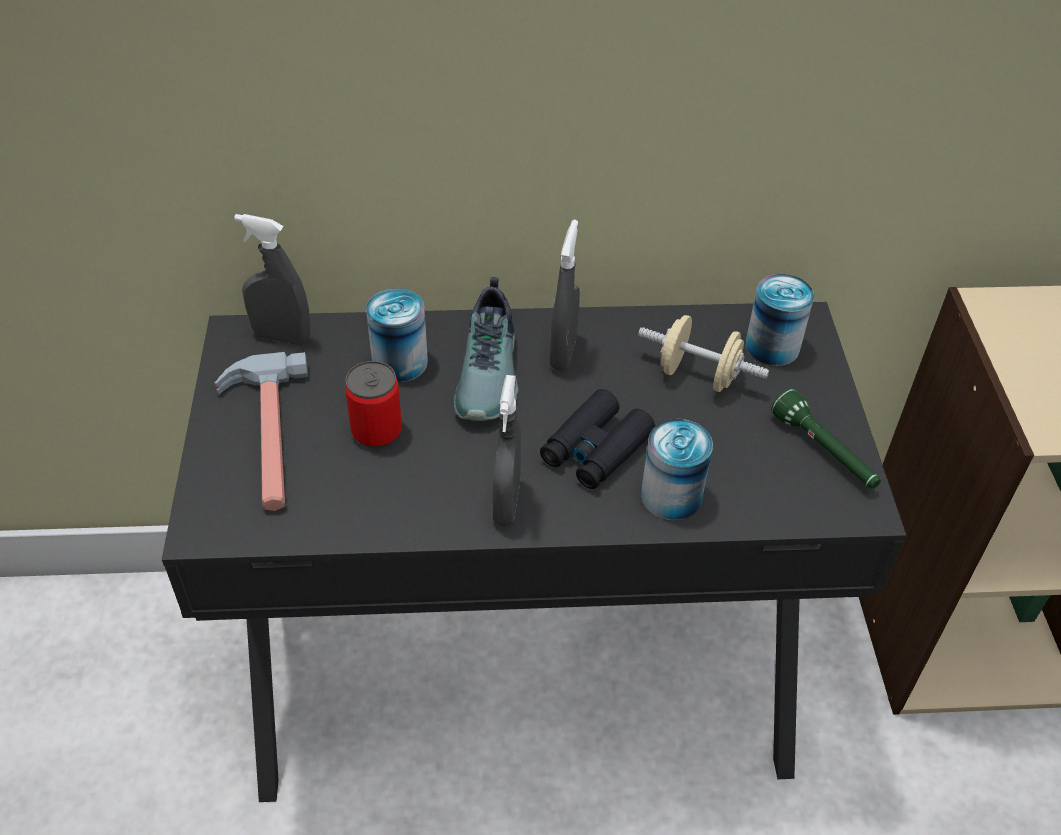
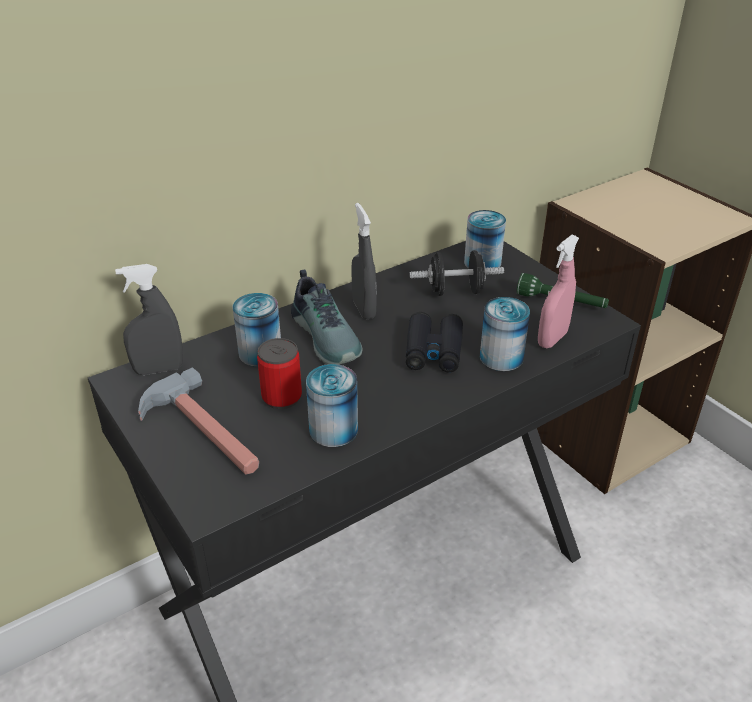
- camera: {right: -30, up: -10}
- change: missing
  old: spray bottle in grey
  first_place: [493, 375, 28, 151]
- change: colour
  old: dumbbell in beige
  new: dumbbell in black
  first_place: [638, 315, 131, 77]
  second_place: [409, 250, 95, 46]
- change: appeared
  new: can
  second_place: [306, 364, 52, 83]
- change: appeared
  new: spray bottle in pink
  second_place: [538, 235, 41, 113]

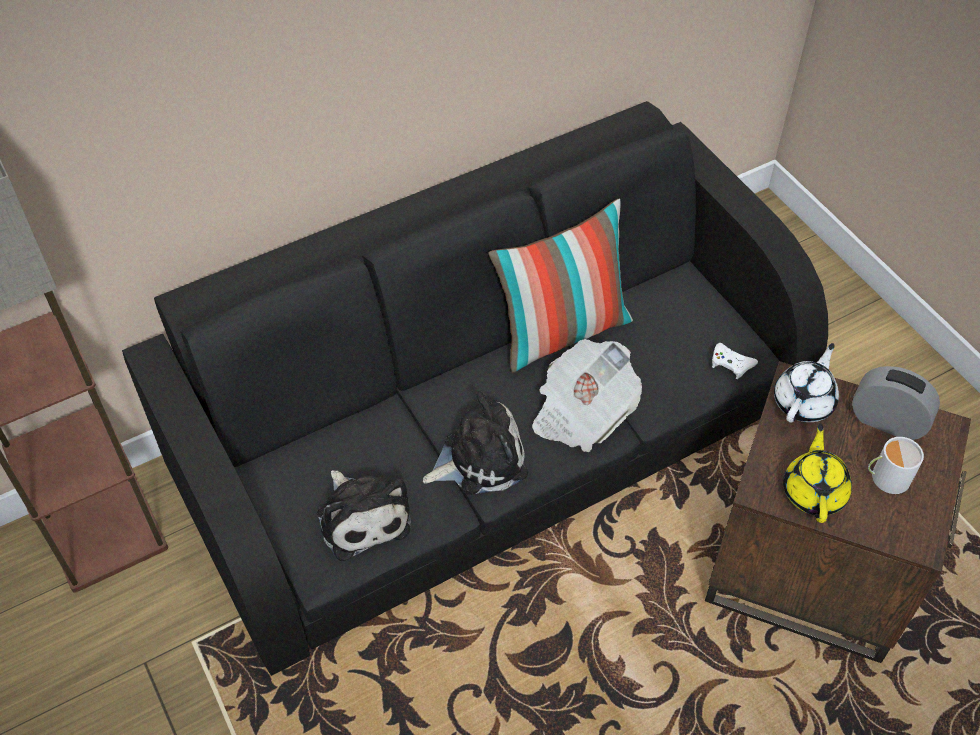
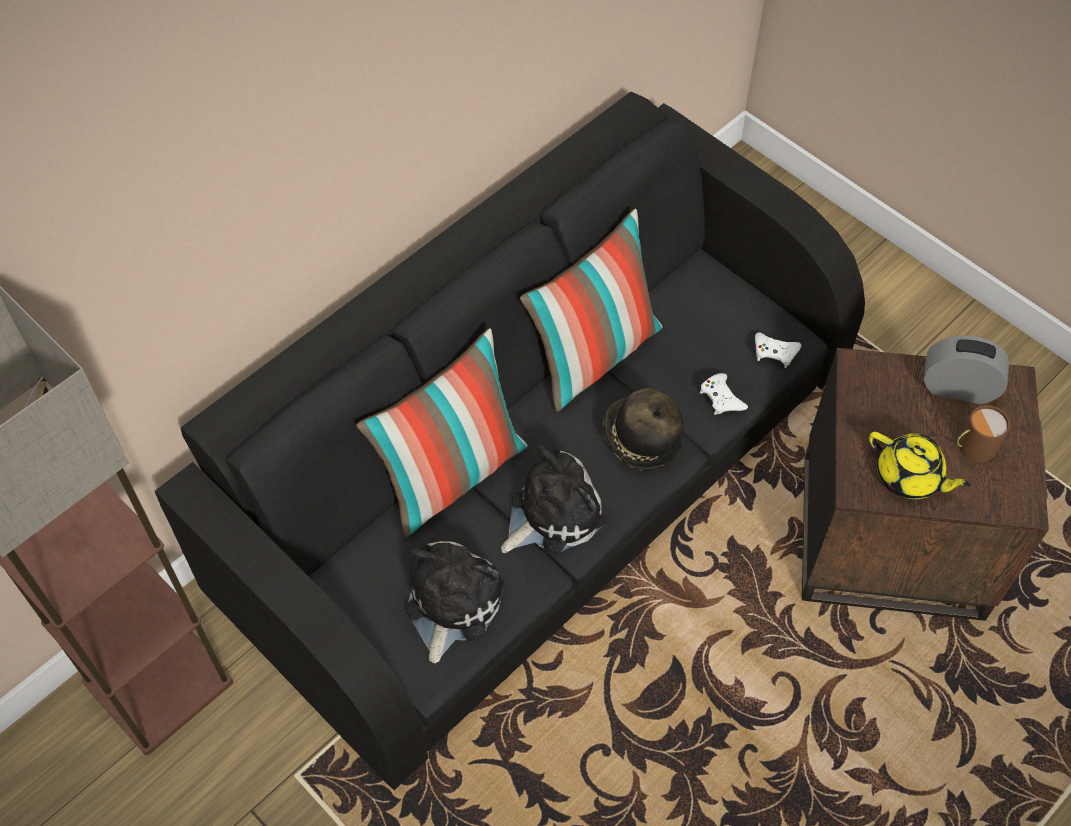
- camera: {right: -15, up: 5}
- change: spun
  old: plush toy
  first_place: [317, 470, 94, 91]
  second_place: [406, 541, 98, 122]
  degrees: -120
- change: exchanged
  old: newspaper
  new: hat
  first_place: [532, 339, 110, 113]
  second_place: [603, 388, 81, 83]
- change: missing
  old: teapot in white
  first_place: [774, 343, 65, 80]
- change: spun
  old: teapot in yellow
  first_place: [783, 423, 69, 100]
  second_place: [869, 432, 102, 67]
  degrees: 135
- change: colour
  old: mug in white
  new: mug in brown
  first_place: [868, 437, 56, 57]
  second_place: [956, 405, 54, 57]
- change: appeared
  new: pillow
  second_place: [356, 328, 172, 209]
- change: appeared
  new: game controller in white
  second_place: [700, 373, 48, 42]

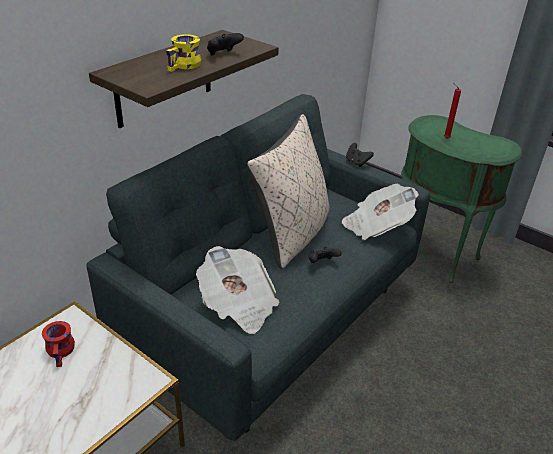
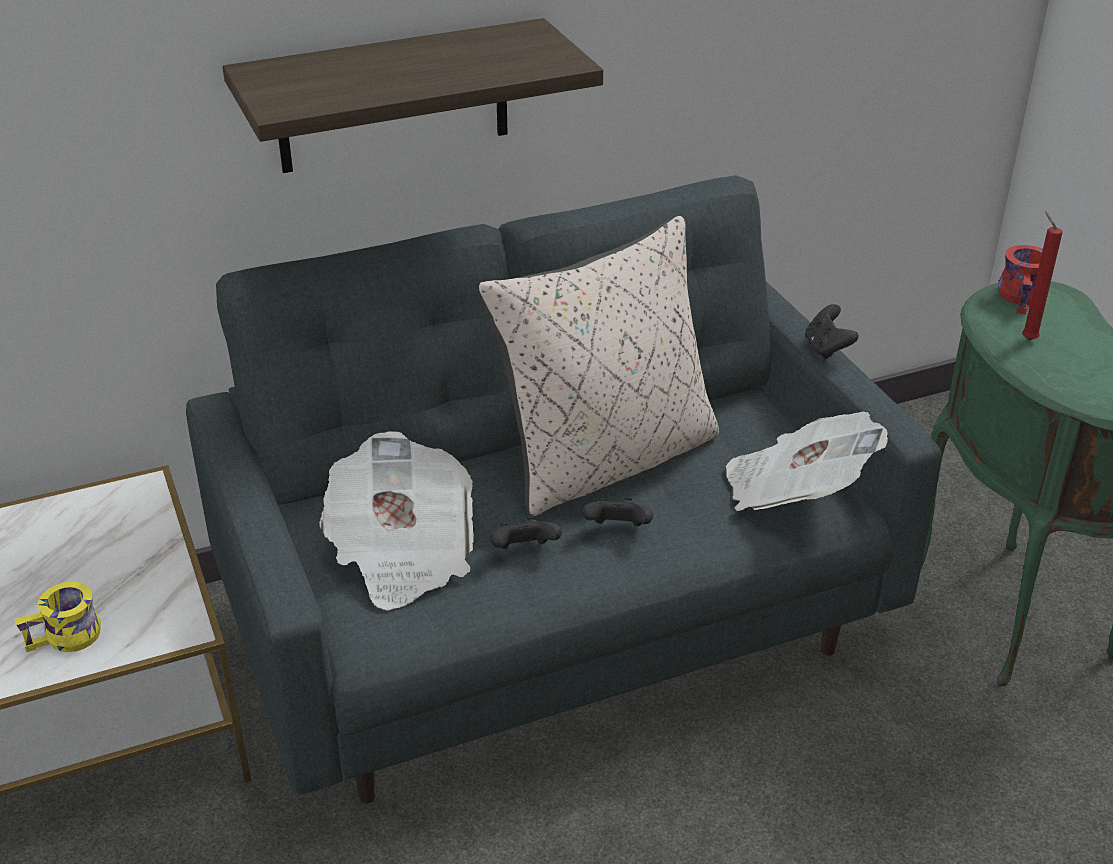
- camera: {right: 30, up: 0}
- change: relocated
  old: mug in red
  first_place: [42, 321, 33, 46]
  second_place: [998, 245, 45, 70]
- change: relocated
  old: mug in yellow
  first_place: [166, 34, 35, 38]
  second_place: [15, 582, 86, 70]
- change: relocated
  old: game controller in black
  first_place: [207, 33, 37, 22]
  second_place: [490, 517, 72, 32]

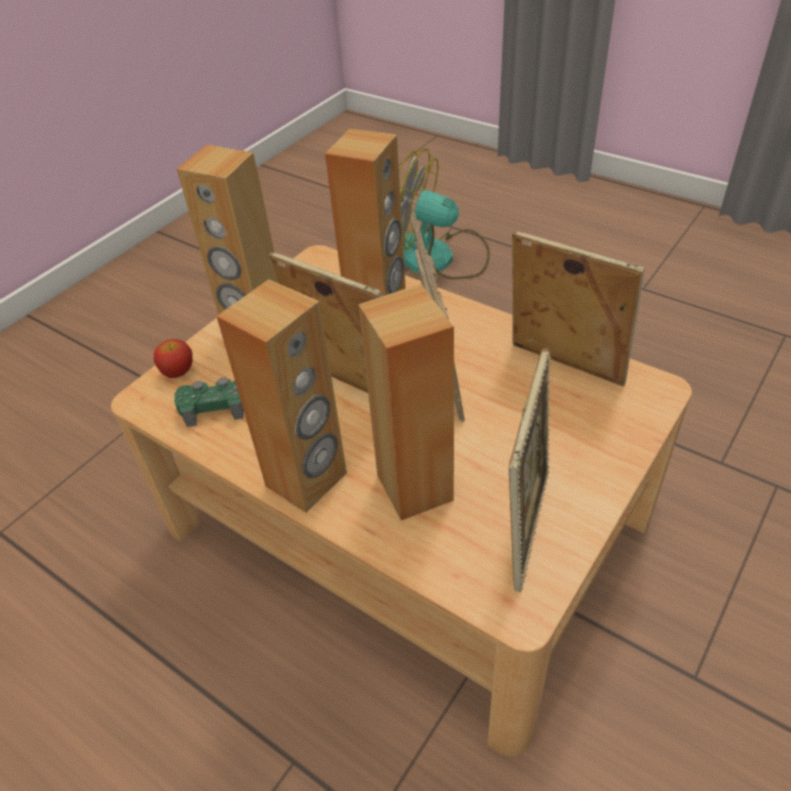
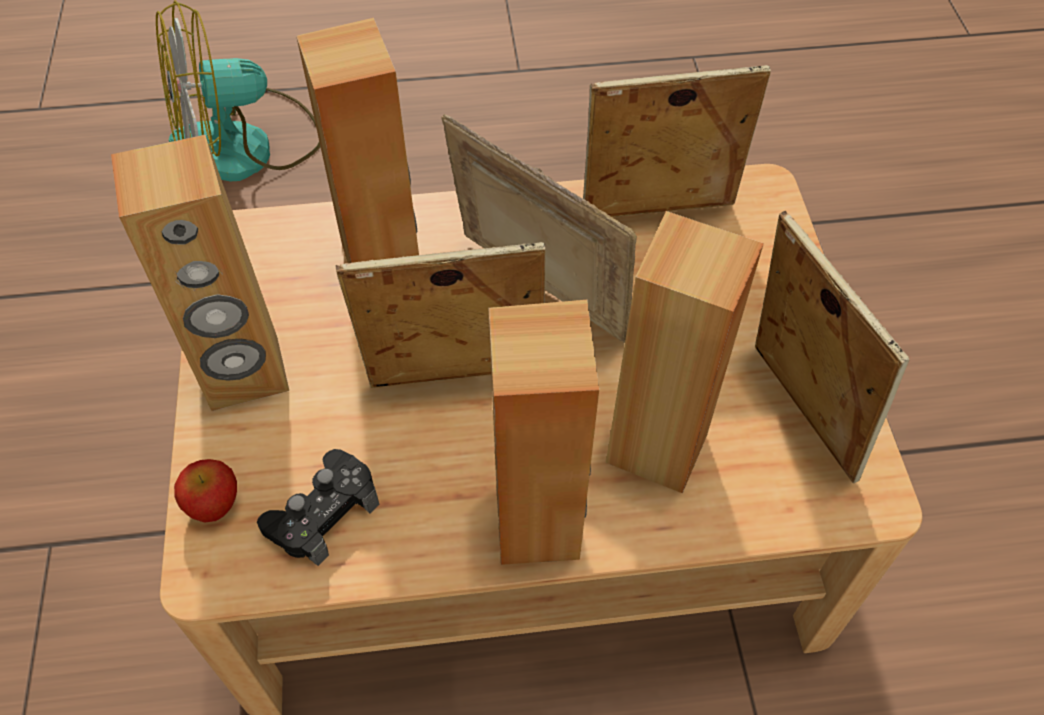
- camera: {right: -45, up: 10}
- change: colour
  old: game controller in green
  new: game controller in black
  first_place: [174, 378, 70, 49]
  second_place: [257, 449, 122, 117]

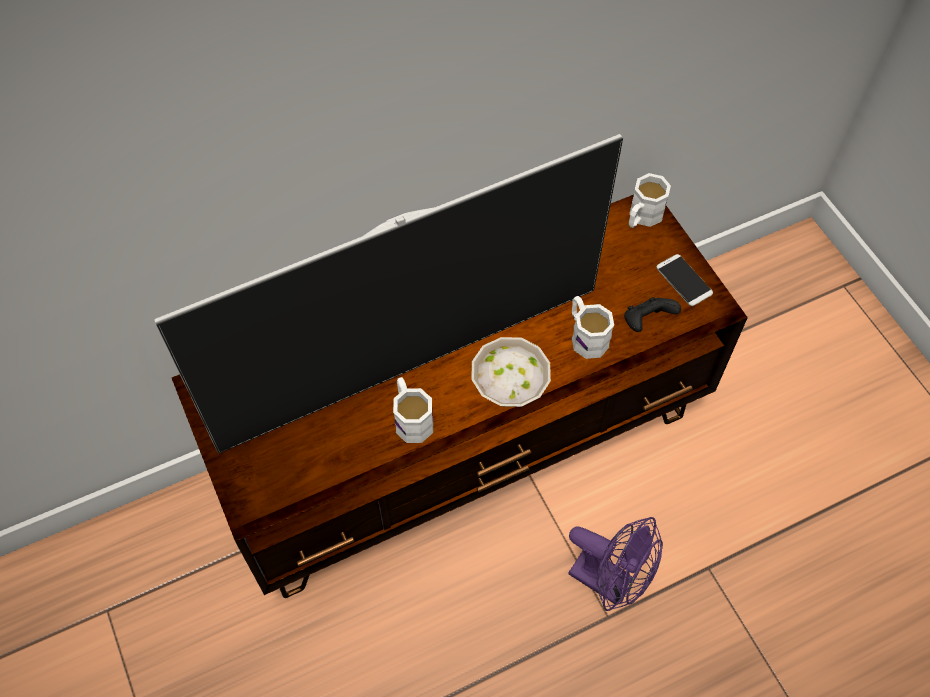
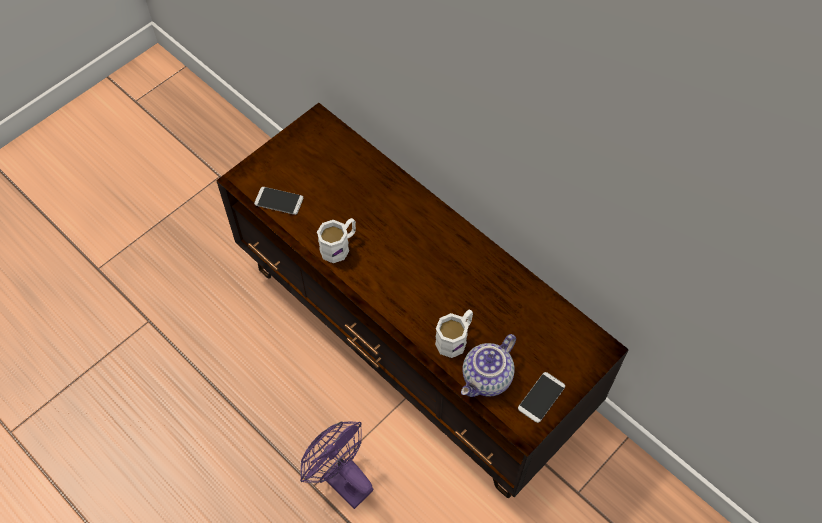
- camera: {right: 70, up: 0}
- change: missing
  old: television
  first_place: [154, 134, 469, 320]
- change: missing
  old: bowl in white
  first_place: [471, 337, 80, 70]
- change: spun
  old: fan in purple
  first_place: [568, 517, 95, 94]
  second_place: [300, 422, 73, 87]
  degrees: 120
- change: exchanged
  old: game controller in black
  new: teapot
  first_place: [624, 297, 57, 35]
  second_place: [461, 334, 55, 63]
- change: missing
  old: mug in white
  first_place: [629, 173, 42, 55]
- change: appeared
  new: phone
  second_place: [254, 187, 49, 28]

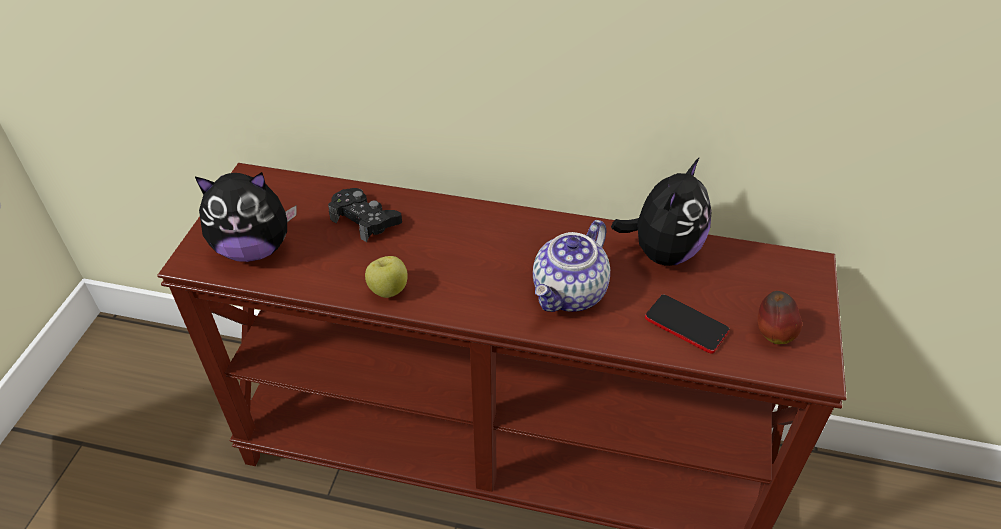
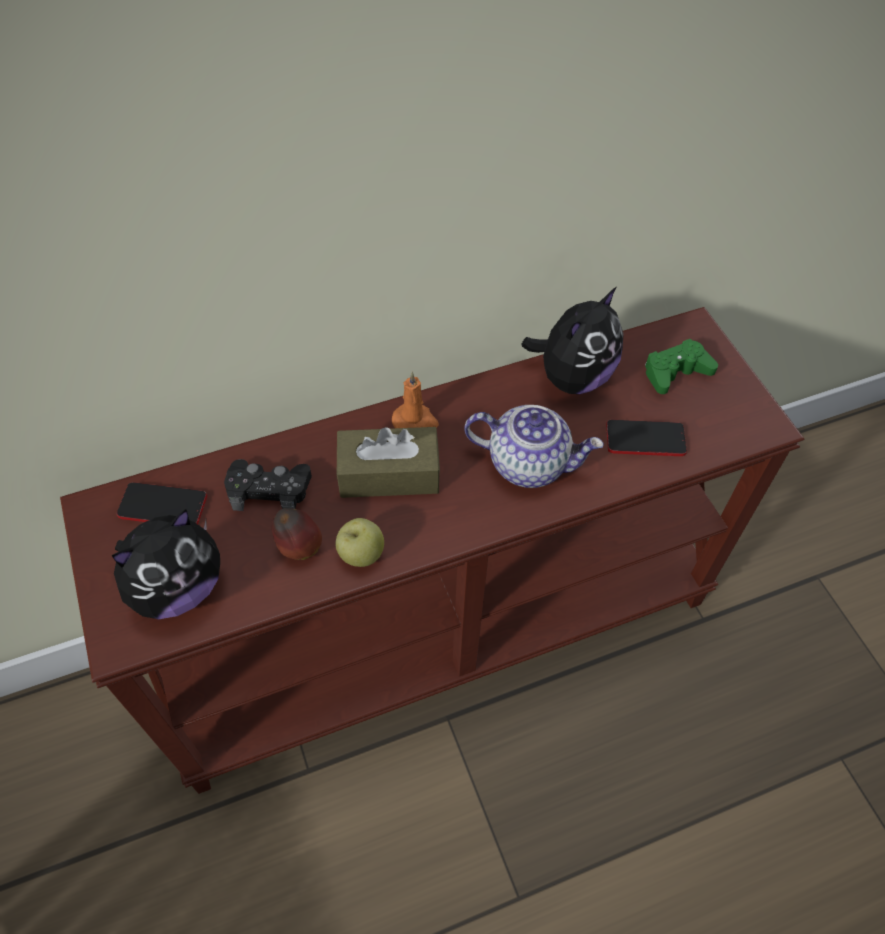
- camera: {right: -35, up: 10}
- change: spun
  old: teapot
  first_place: [533, 220, 77, 92]
  second_place: [464, 405, 140, 83]
  degrees: -75
- change: spun
  old: plush toy
  first_place: [611, 157, 101, 109]
  second_place: [522, 287, 102, 107]
  degrees: 45
- change: relocated
  old: apple
  first_place: [757, 291, 45, 53]
  second_place: [272, 508, 50, 52]
- change: appeared
  new: phone
  second_place: [116, 482, 91, 42]
- change: appeared
  new: tissue box in brown
  second_place: [337, 427, 103, 71]
- change: appeared
  new: candle in orange
  second_place: [392, 372, 47, 56]
- change: appeared
  new: game controller in green
  second_place: [645, 339, 73, 55]

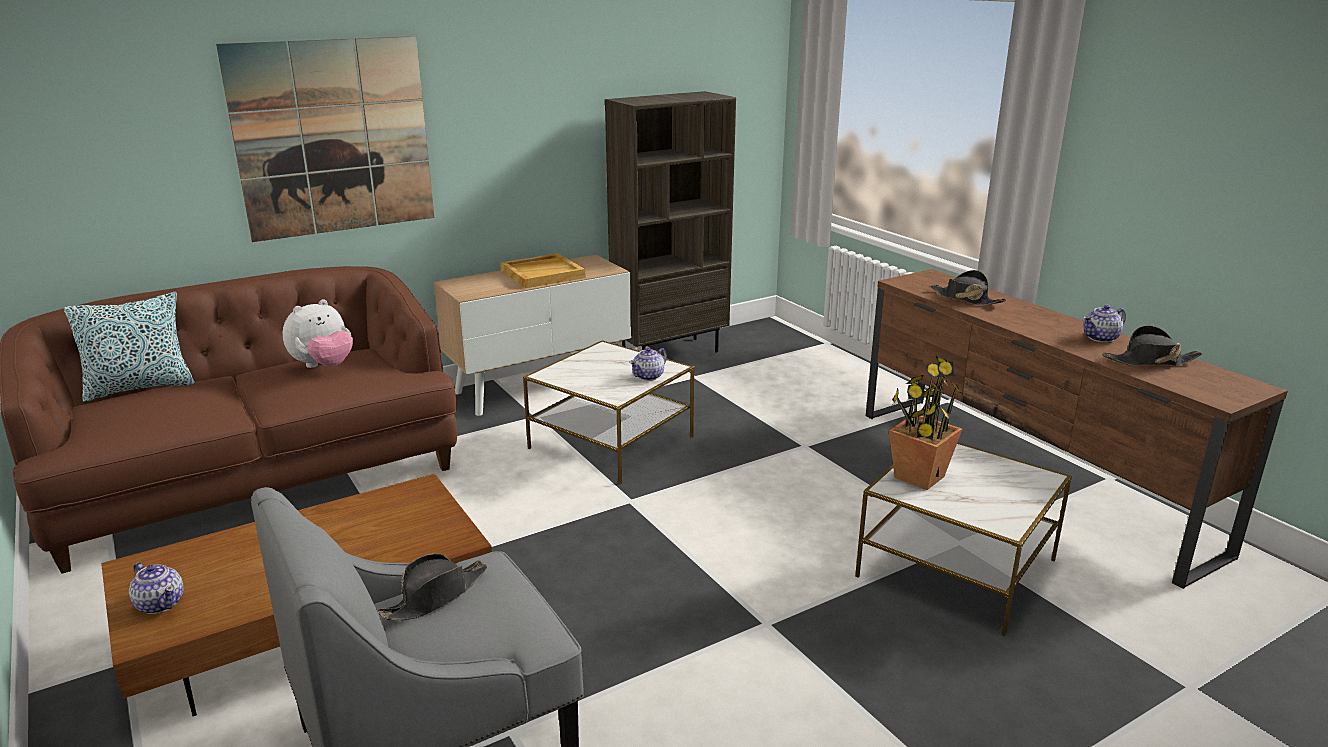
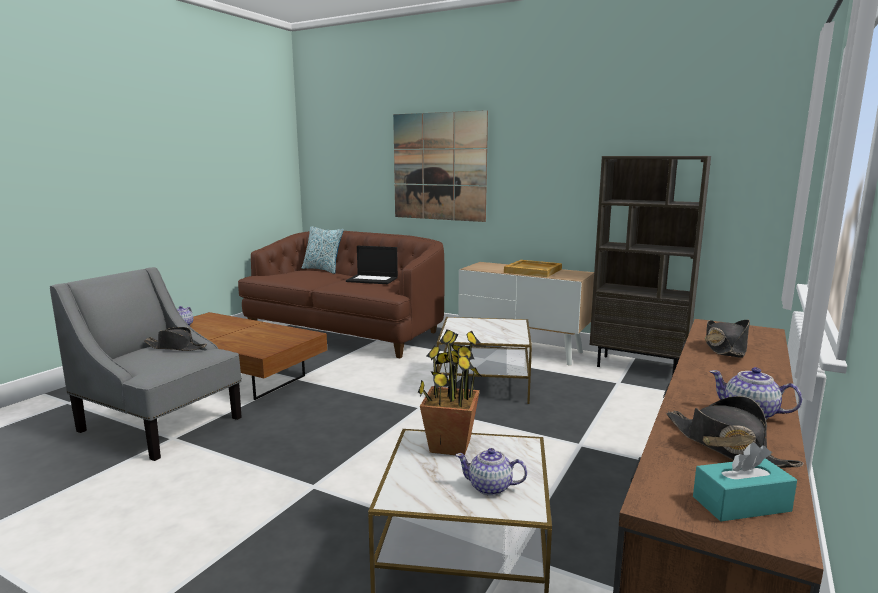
- camera: {right: 60, up: -10}
- change: exchanged
  old: plush toy
  new: laptop
  first_place: [283, 299, 70, 69]
  second_place: [346, 246, 52, 38]
- change: relocated
  old: teapot
  first_place: [629, 348, 38, 33]
  second_place: [455, 448, 72, 48]
- change: appeared
  new: tissue box in turquoise
  second_place: [693, 442, 104, 80]

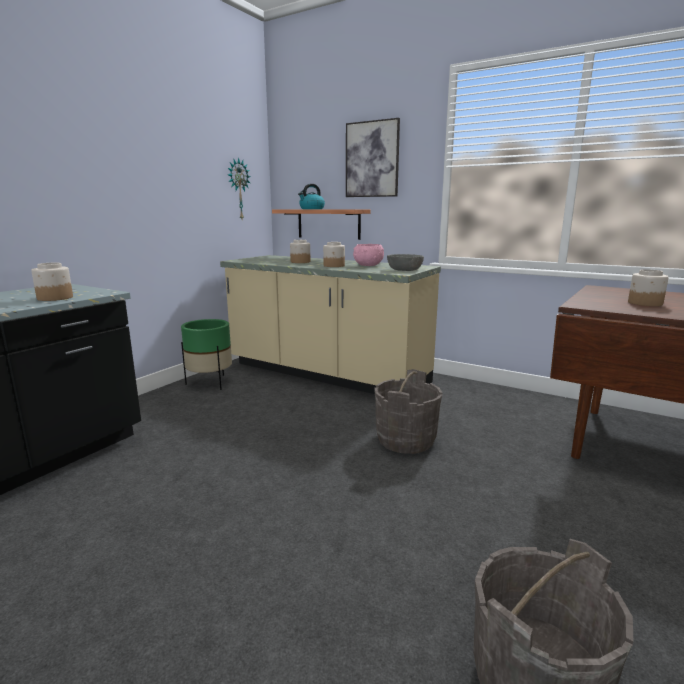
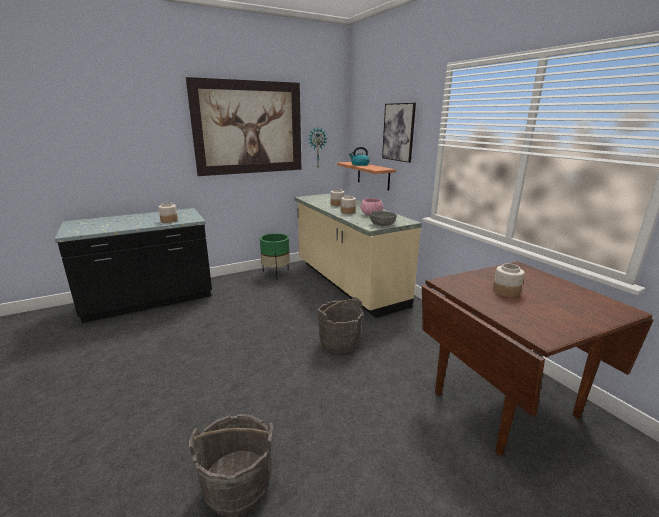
- camera: {right: 30, up: 5}
- change: appeared
  new: picture
  second_place: [186, 77, 115, 99]

